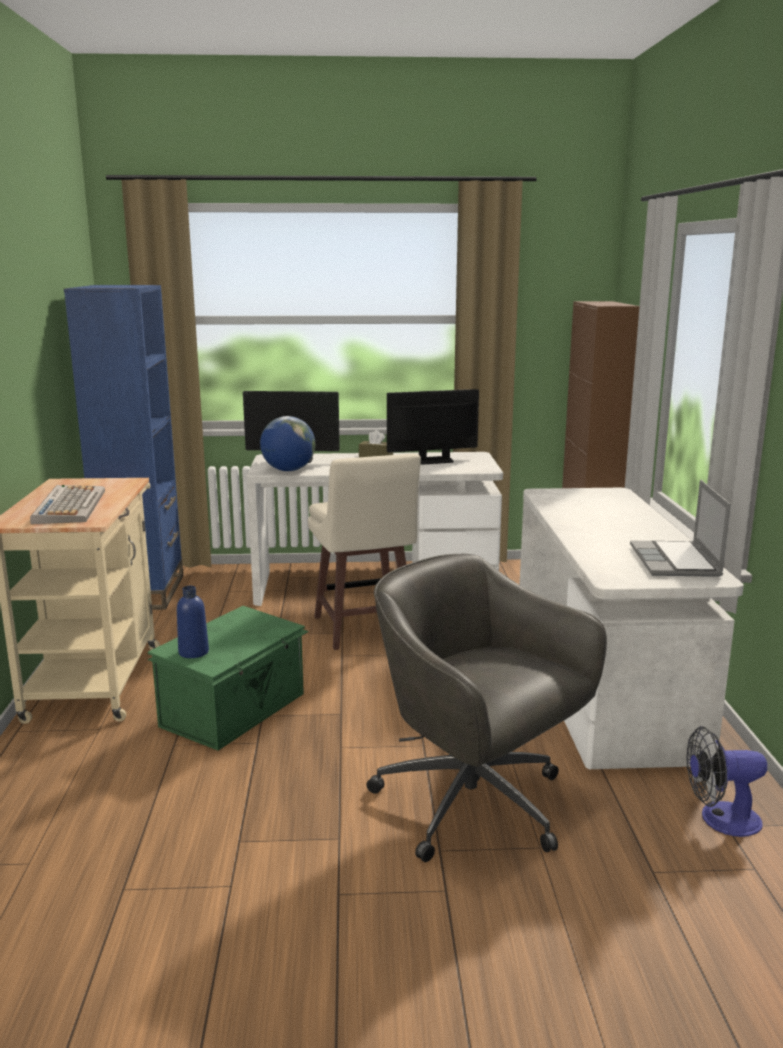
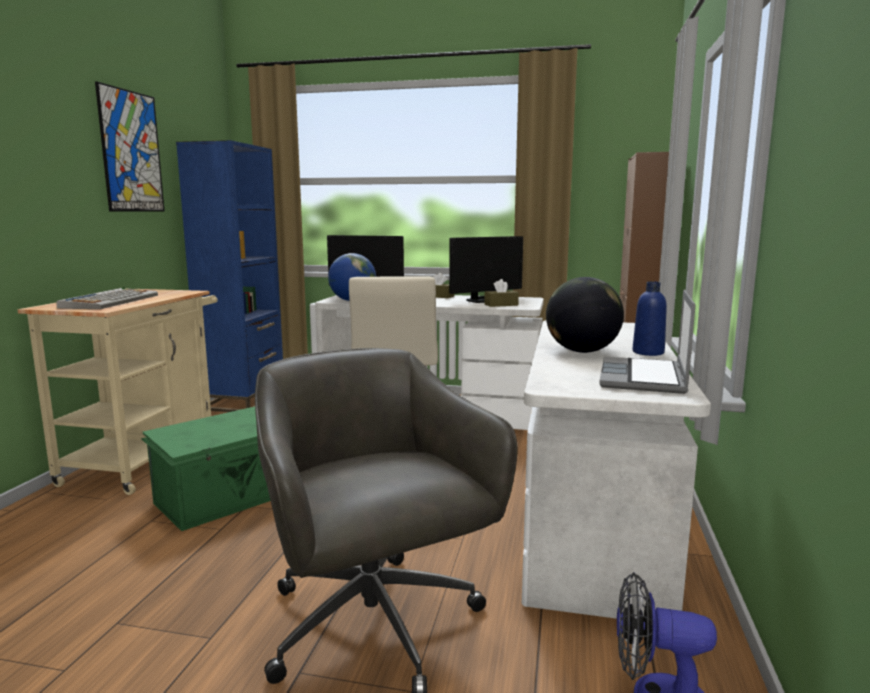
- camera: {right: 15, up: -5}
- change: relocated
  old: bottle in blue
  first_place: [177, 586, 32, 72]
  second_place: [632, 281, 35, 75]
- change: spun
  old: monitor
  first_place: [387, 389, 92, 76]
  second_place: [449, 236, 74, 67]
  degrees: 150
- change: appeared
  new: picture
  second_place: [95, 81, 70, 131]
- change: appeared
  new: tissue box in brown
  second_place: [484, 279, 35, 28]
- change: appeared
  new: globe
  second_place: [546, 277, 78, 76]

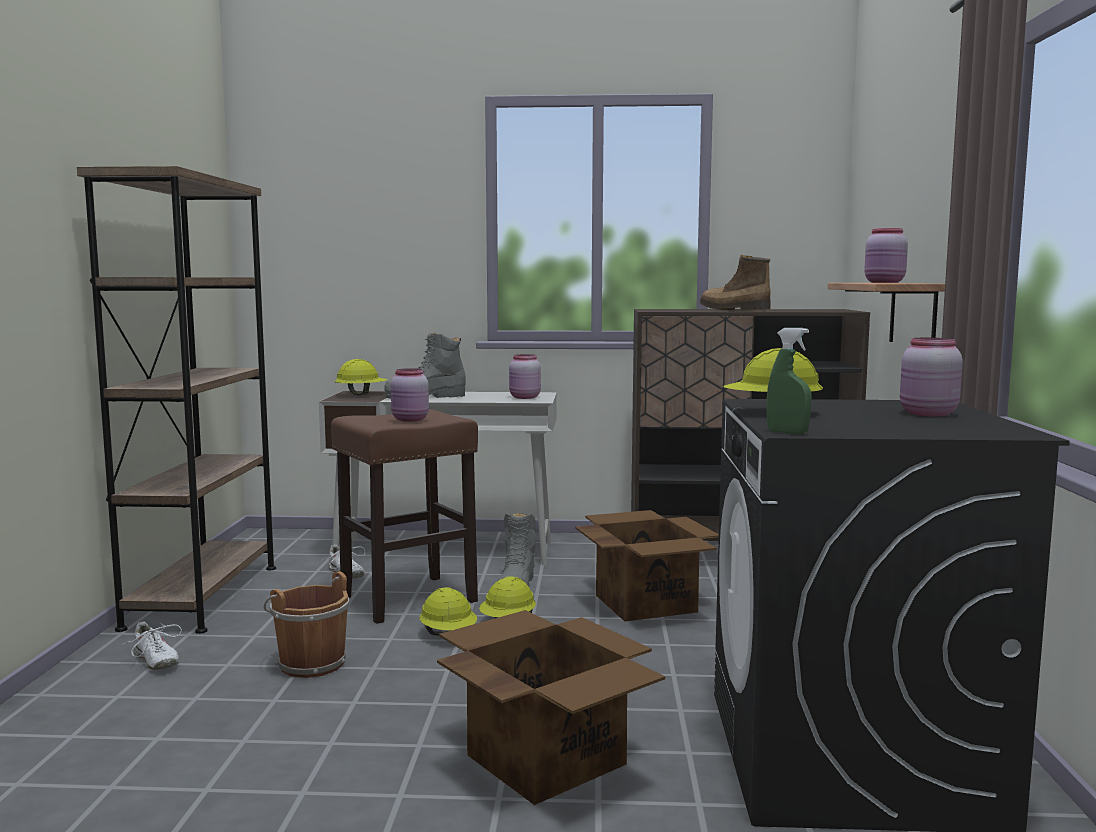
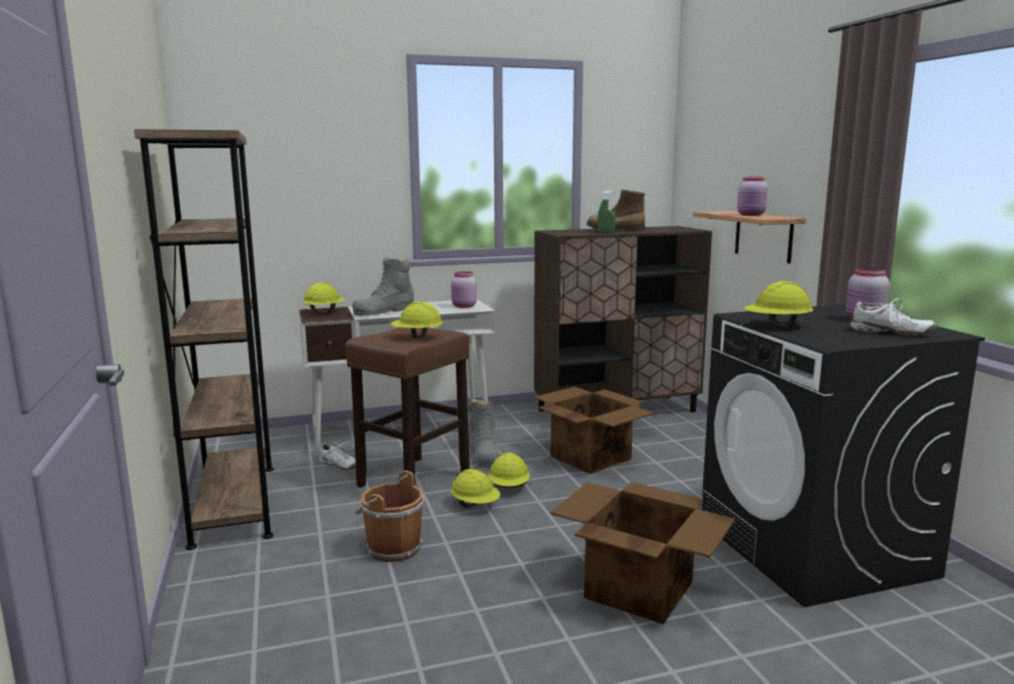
- camera: {right: -20, up: 5}
- change: relocated
  old: shoe in white
  first_place: [121, 621, 61, 49]
  second_place: [850, 298, 87, 38]
- change: exchanged
  old: jar in pink
  new: hard hat in yellow
  first_place: [391, 368, 38, 53]
  second_place: [390, 302, 53, 36]
- change: relocated
  old: spray bottle in green
  first_place: [766, 328, 46, 106]
  second_place: [597, 191, 19, 42]

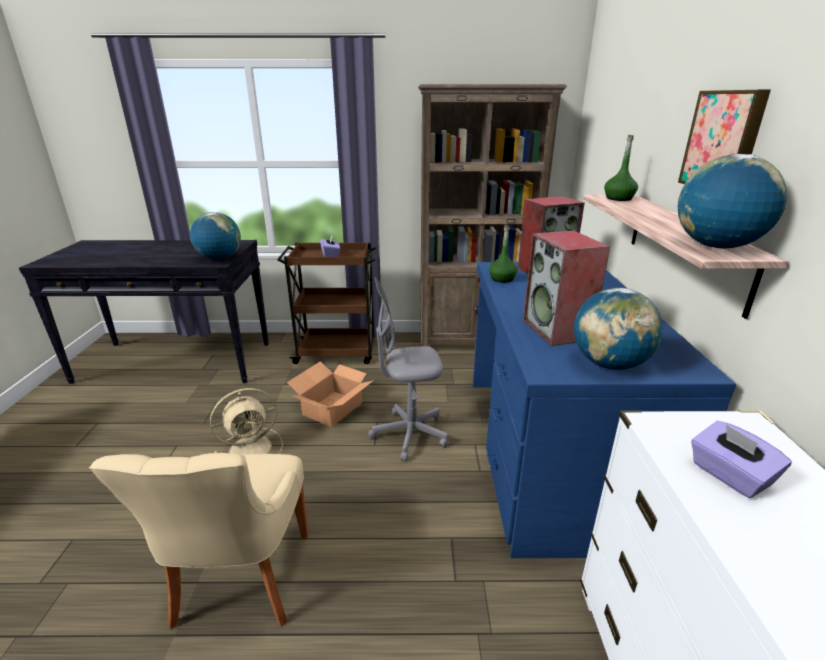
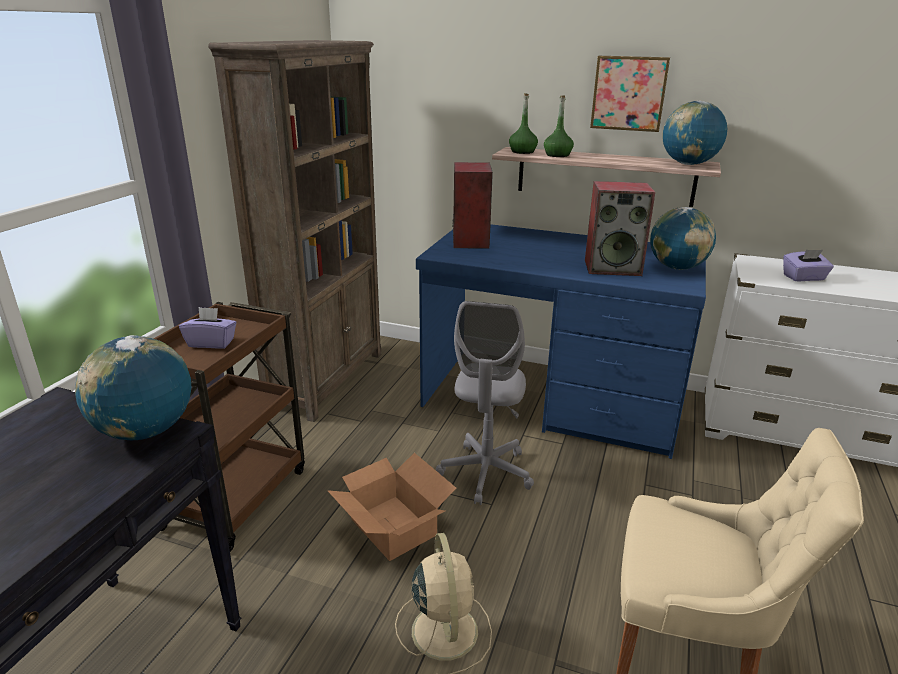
- camera: {right: -70, up: 0}
- change: relocated
  old: bottle in green
  first_place: [489, 225, 29, 58]
  second_place: [544, 95, 30, 62]

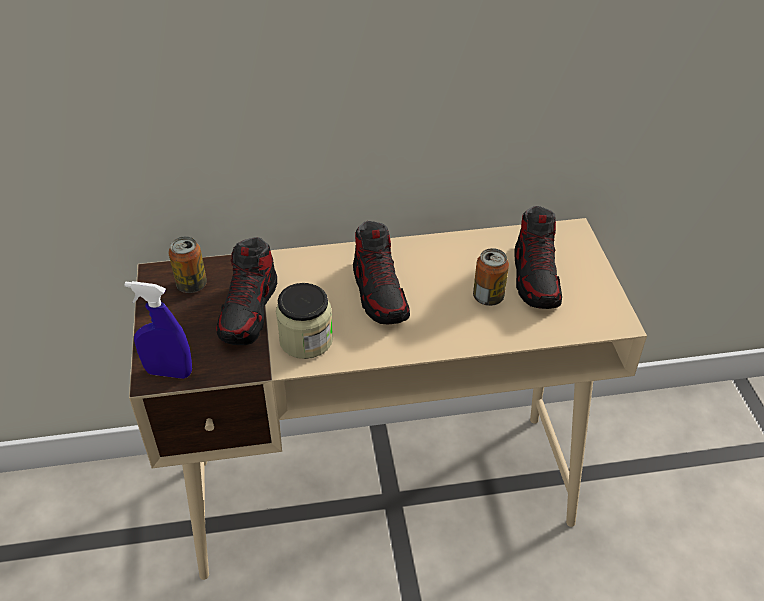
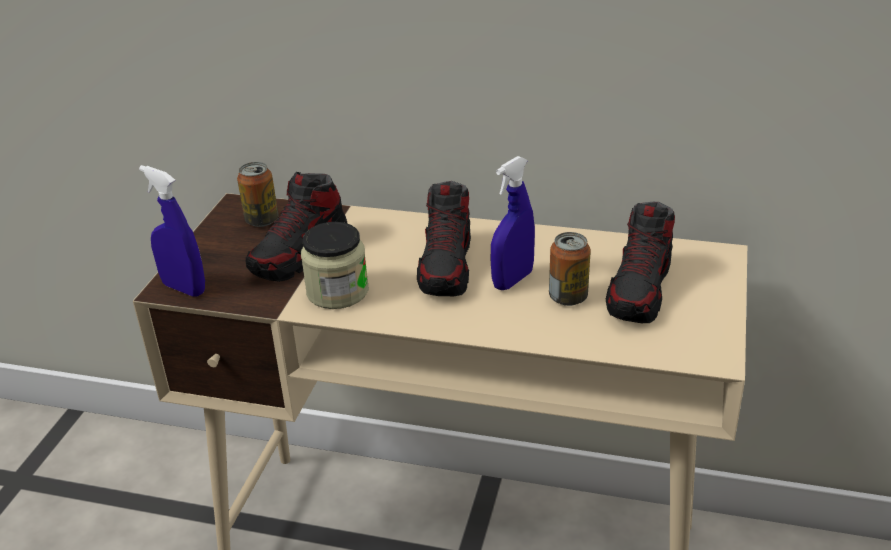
- camera: {right: 25, up: -10}
- change: appeared
  new: spray bottle in blue
  second_place: [491, 156, 44, 134]

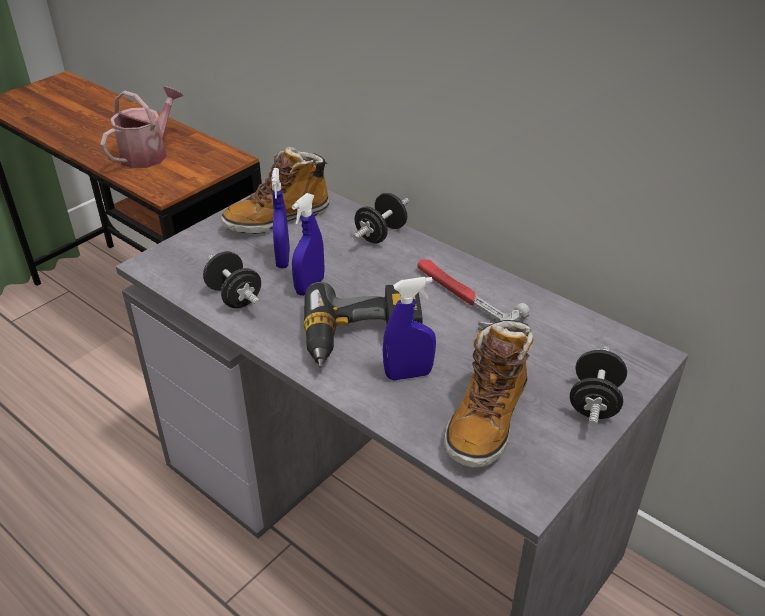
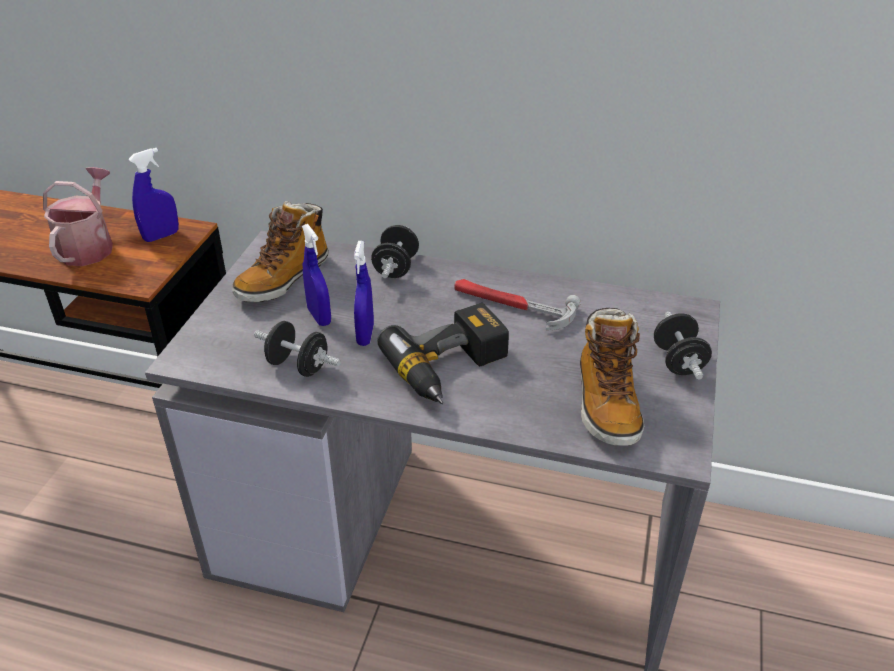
- camera: {right: -25, up: 0}
- change: relocated
  old: spray bottle in blue
  first_place: [383, 277, 53, 103]
  second_place: [128, 148, 51, 94]

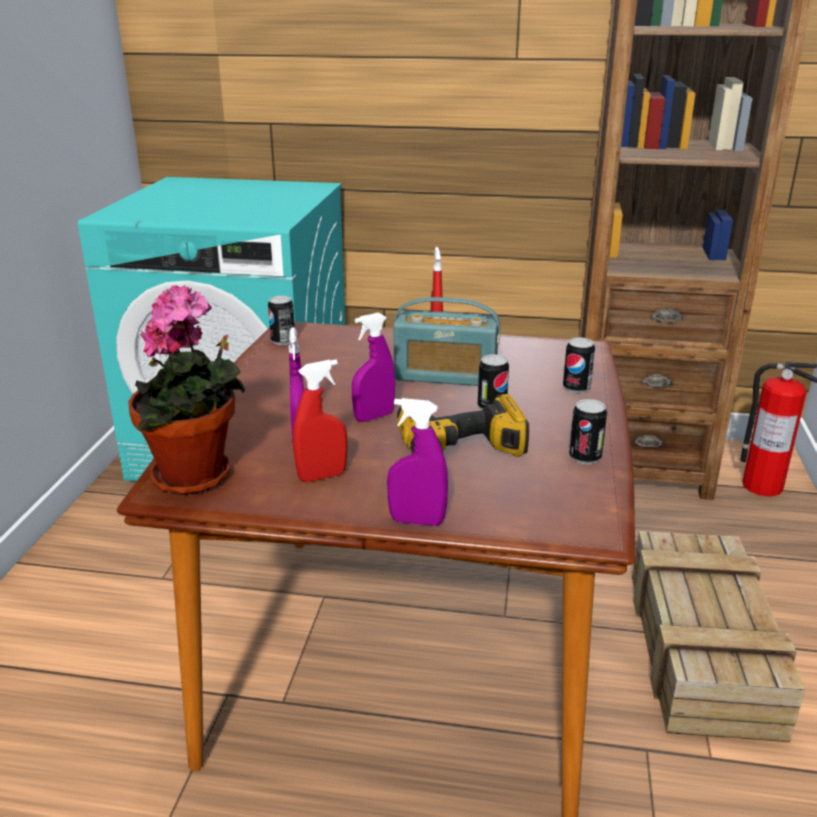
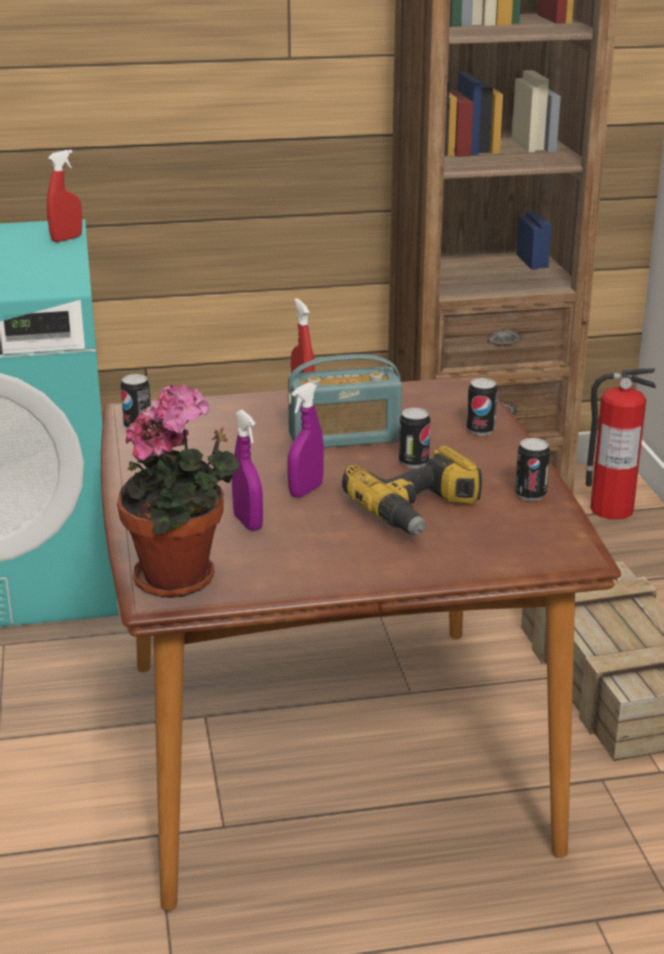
- camera: {right: -20, up: 0}
- change: relocated
  old: spray bottle in red
  first_place: [293, 360, 55, 122]
  second_place: [47, 150, 35, 92]
- change: missing
  old: spray bottle in purple
  first_place: [387, 398, 61, 128]

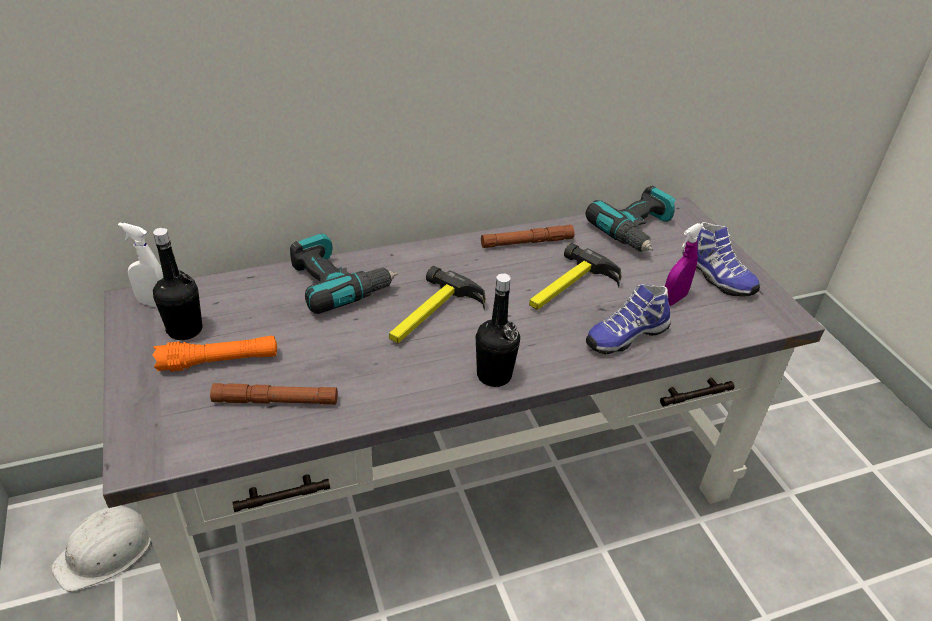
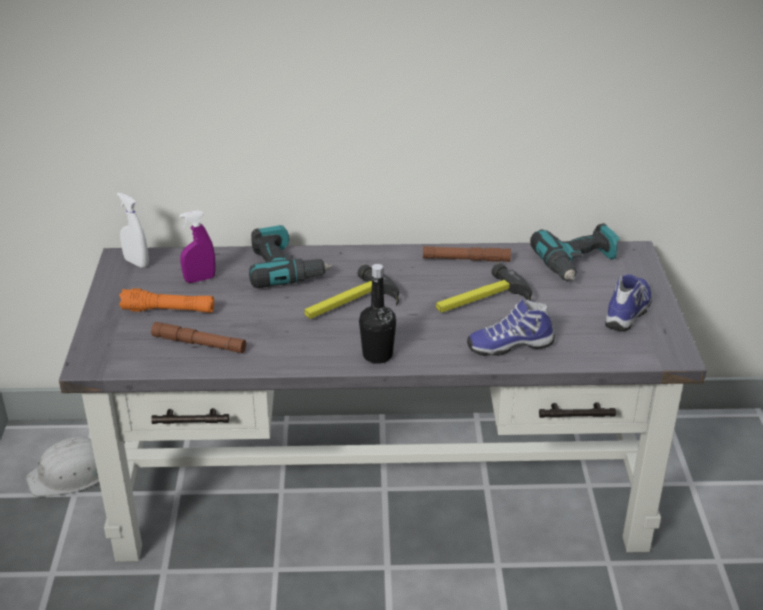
- camera: {right: 20, up: -5}
- change: missing
  old: bottle in black
  first_place: [153, 228, 49, 112]
- change: relocated
  old: spray bottle in purple
  first_place: [665, 223, 38, 83]
  second_place: [179, 210, 37, 73]
- change: spun
  old: shoe
  first_place: [682, 222, 78, 75]
  second_place: [605, 274, 47, 58]
  degrees: -135

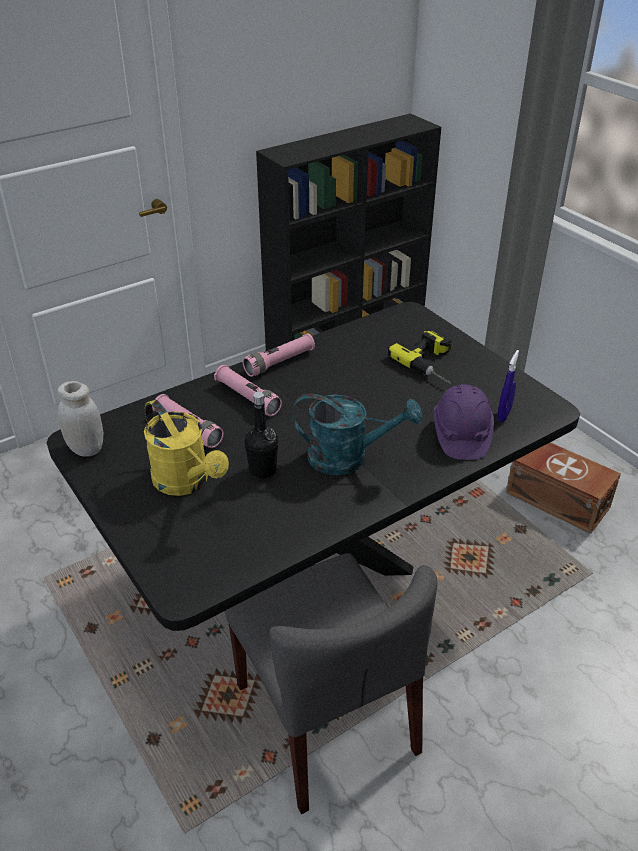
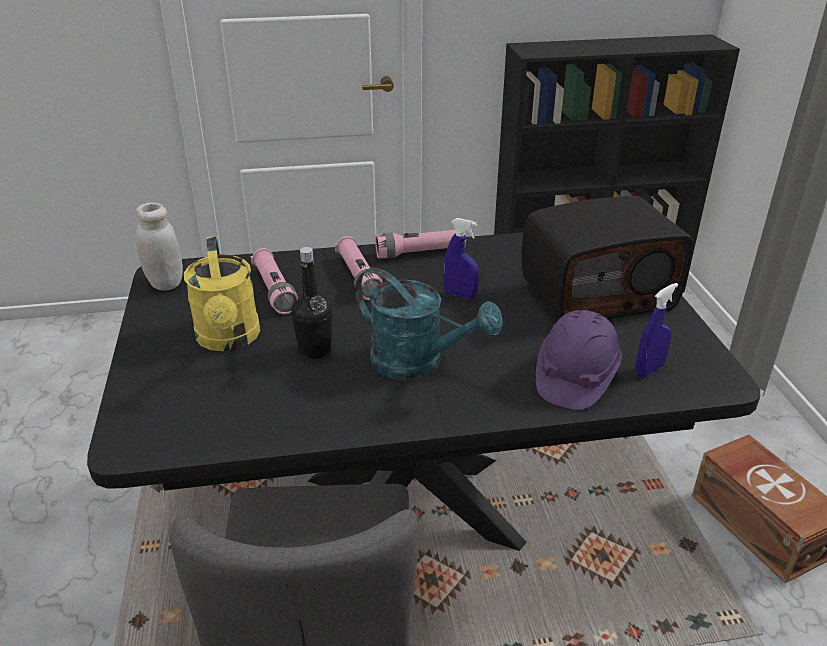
- camera: {right: 25, up: -5}
- change: exchanged
  old: power drill
  new: radio
  first_place: [388, 330, 64, 54]
  second_place: [521, 196, 172, 124]
- change: appeared
  new: spray bottle in blue
  second_place: [443, 218, 36, 81]

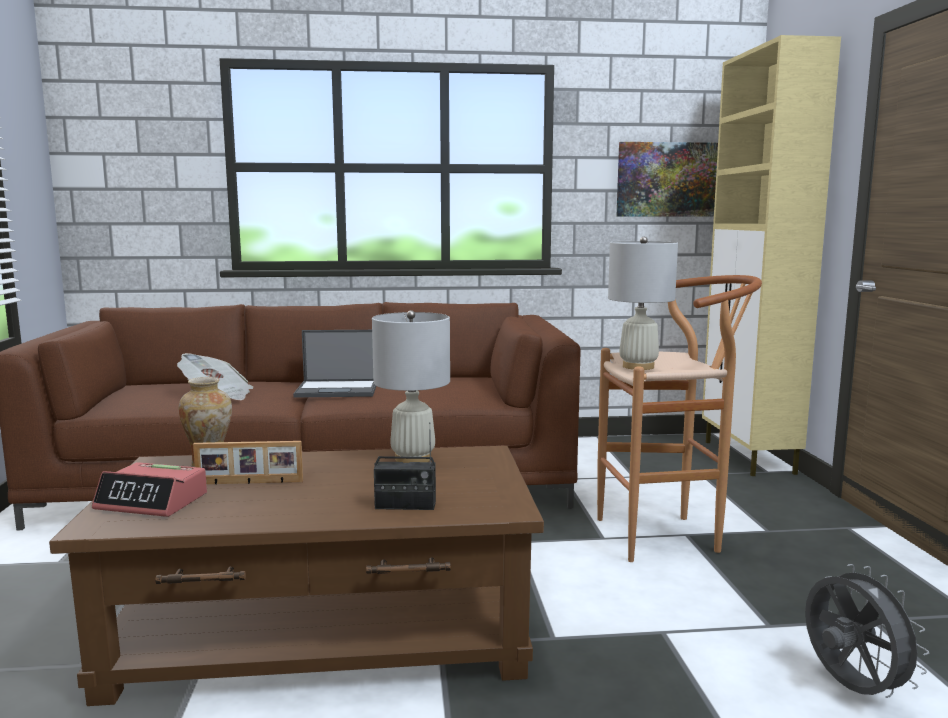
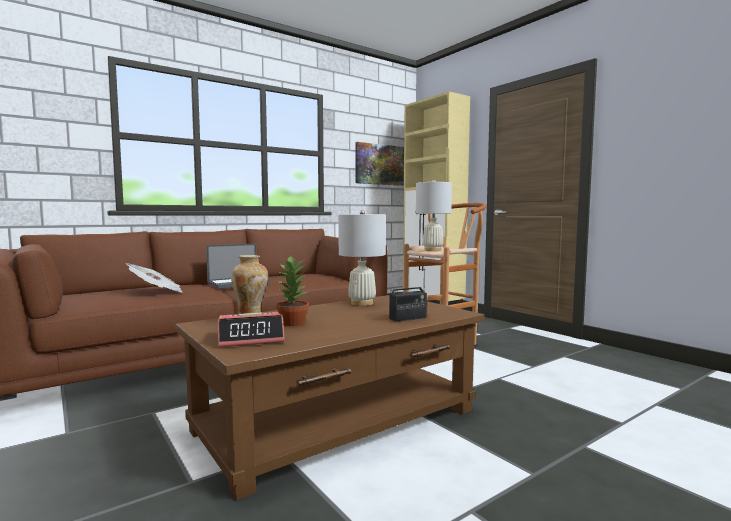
- camera: {right: -30, up: -5}
- change: exchanged
  old: picture frame
  new: potted plant
  first_place: [193, 441, 110, 44]
  second_place: [276, 256, 33, 70]
- change: missing
  old: fan in grey
  first_place: [805, 564, 124, 134]

